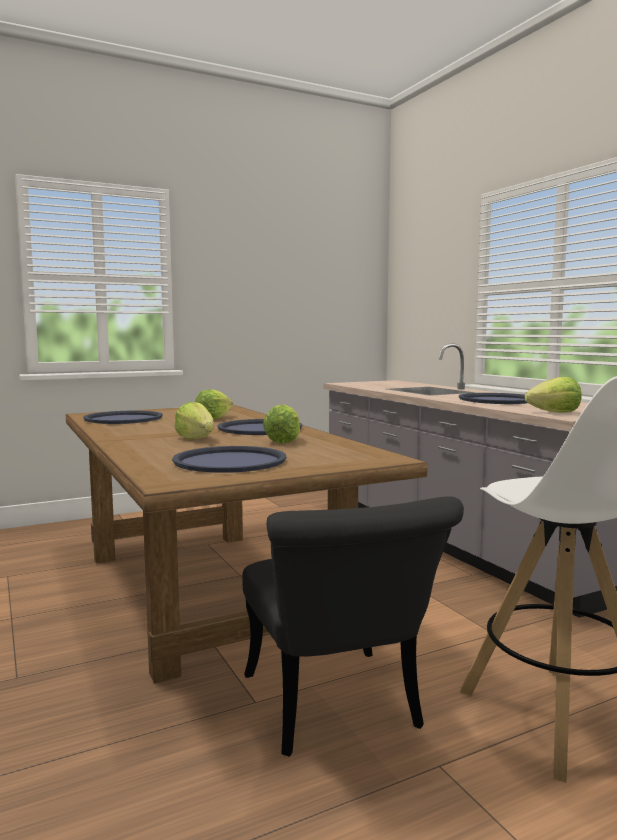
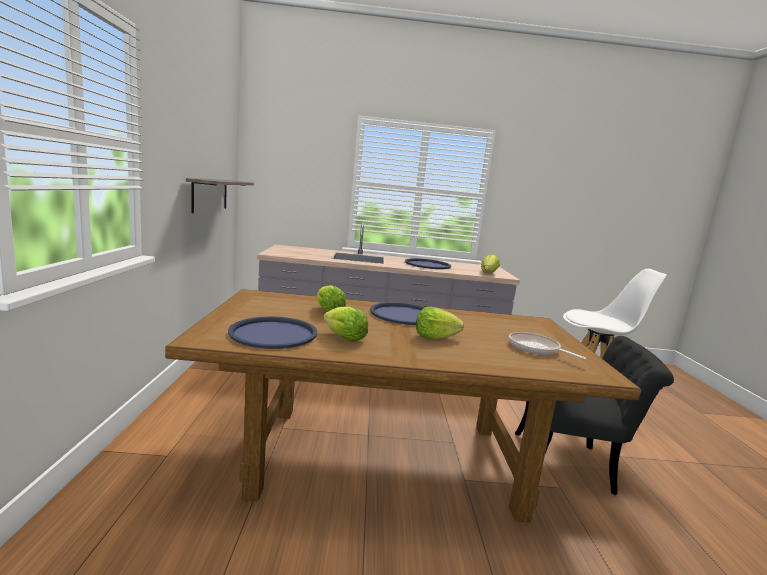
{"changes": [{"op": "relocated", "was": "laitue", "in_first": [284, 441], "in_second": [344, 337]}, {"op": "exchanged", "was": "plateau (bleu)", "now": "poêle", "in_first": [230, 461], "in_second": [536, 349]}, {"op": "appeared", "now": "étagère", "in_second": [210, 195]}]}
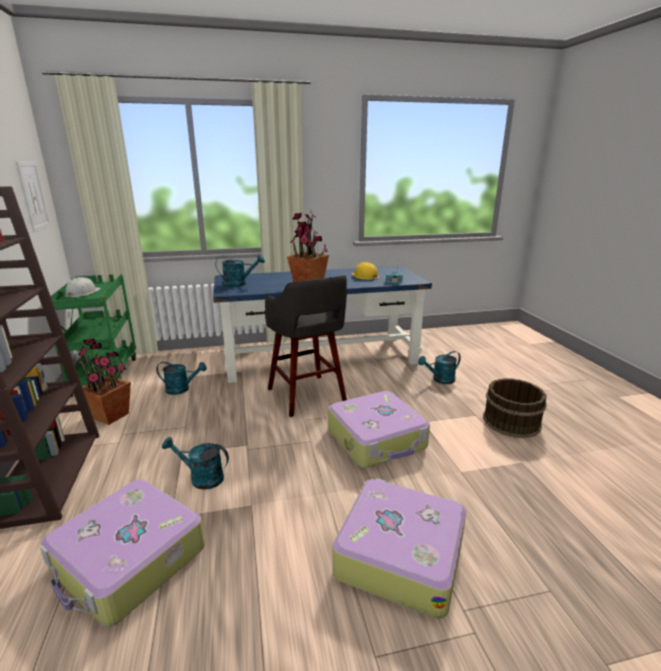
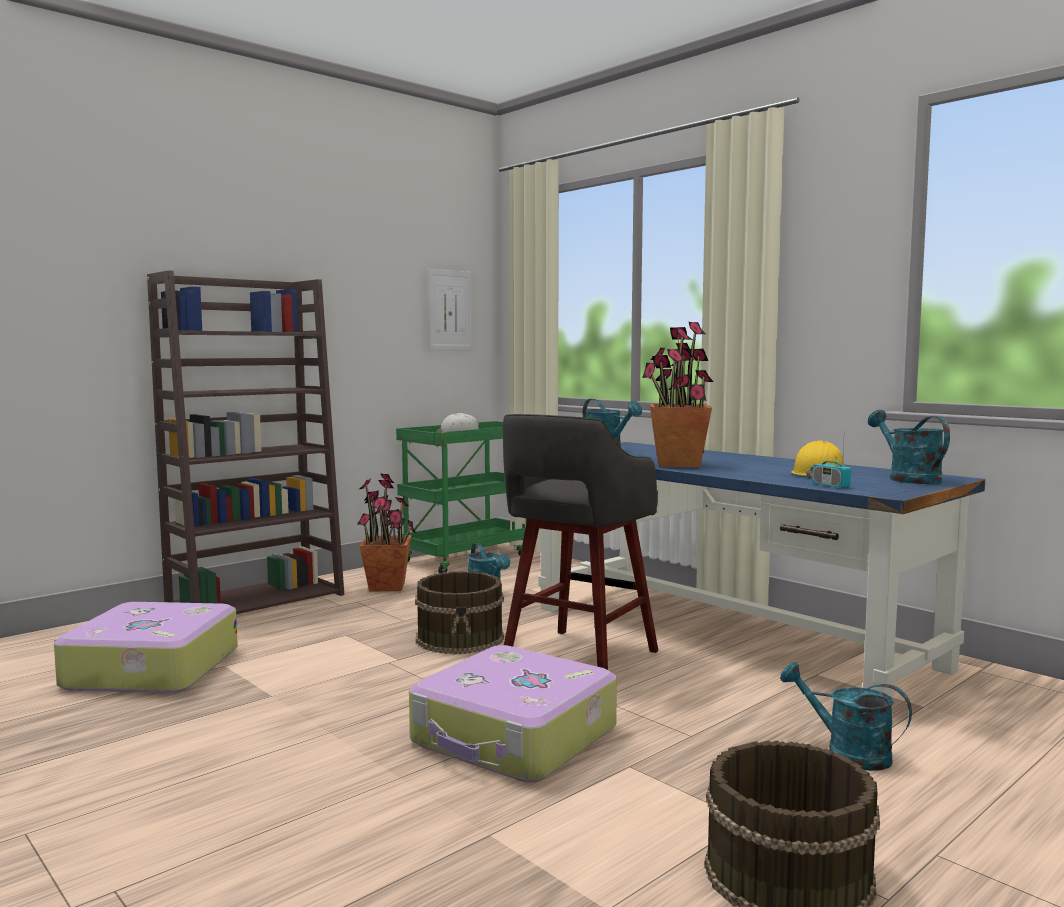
{"changes": [{"op": "relocated", "was": "arrosoir (turquoise)", "in_first": [201, 478], "in_second": [908, 478]}, {"op": "missing", "was": "valise", "in_first": [399, 553]}, {"op": "appeared", "now": "seau (marron)", "in_second": [461, 638]}]}
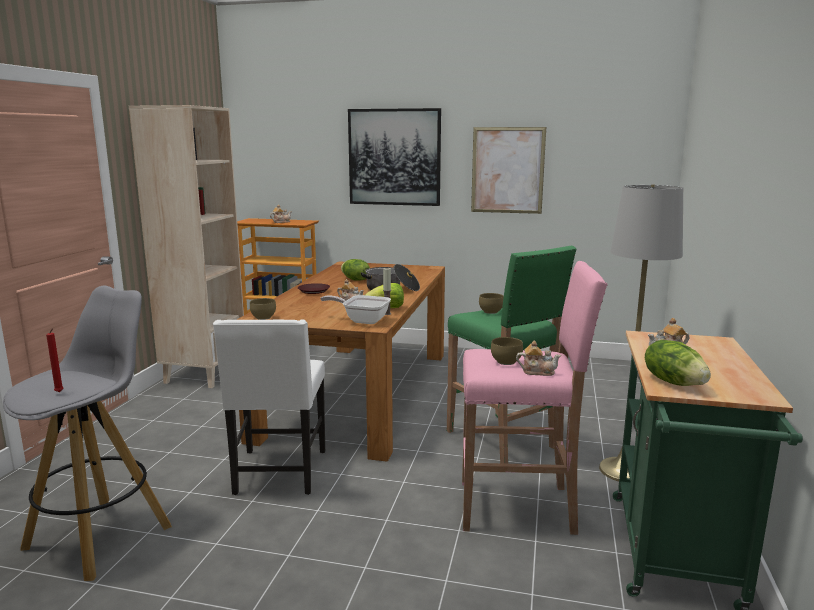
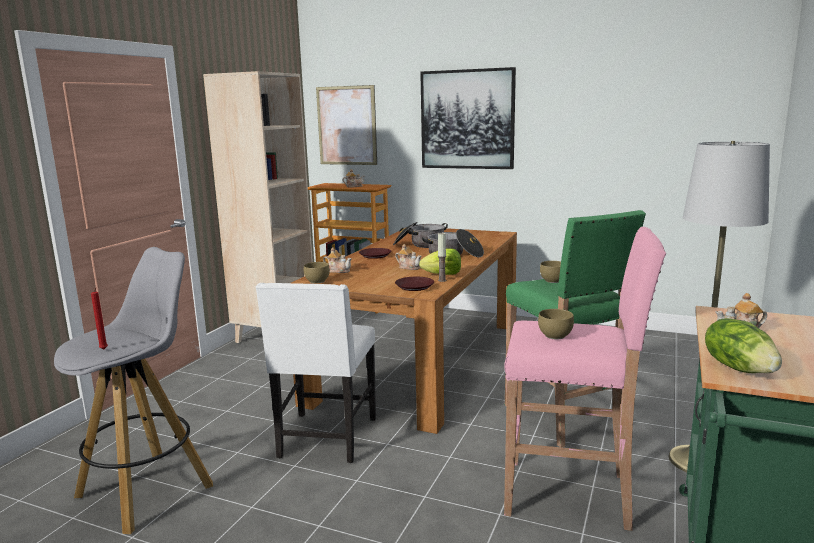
{"changes": [{"op": "relocated", "was": "tableau", "in_first": [507, 170], "in_second": [346, 125]}, {"op": "exchanged", "was": "laitue", "now": "marmite", "in_first": [355, 280], "in_second": [419, 245]}, {"op": "exchanged", "was": "poêle", "now": "assiette (marron)", "in_first": [362, 320], "in_second": [414, 286]}, {"op": "relocated", "was": "théière", "in_first": [537, 371], "in_second": [338, 271]}]}
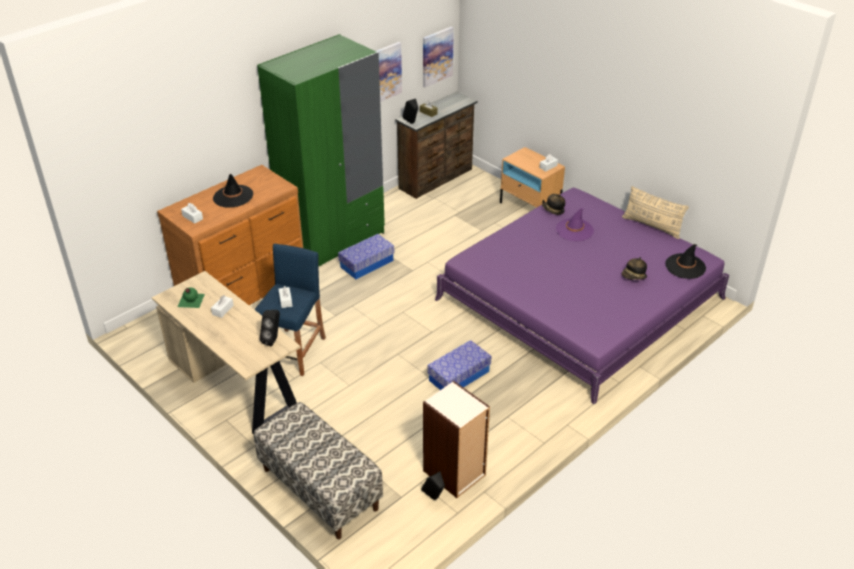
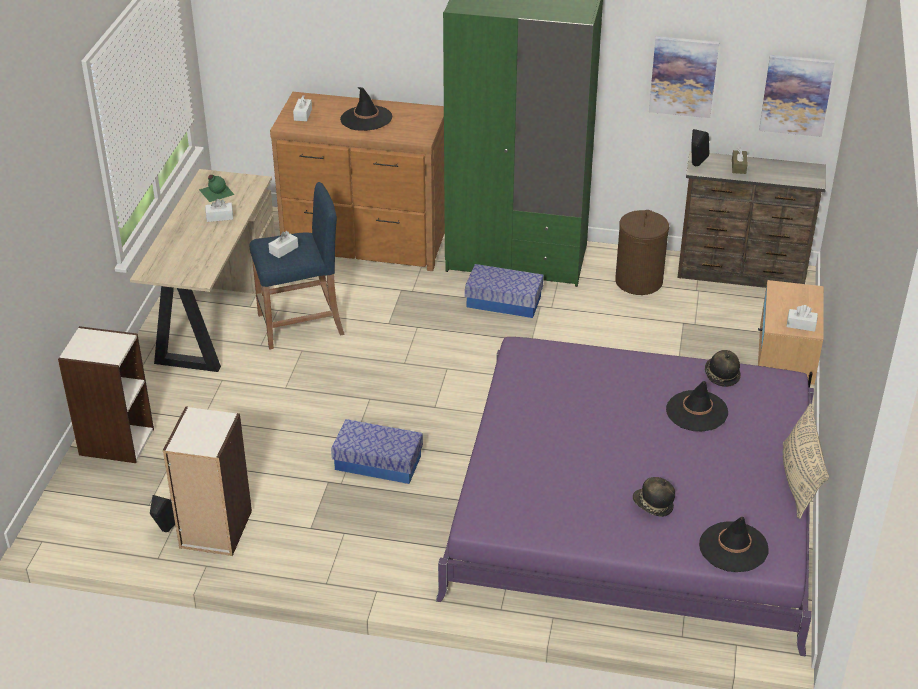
{"changes": [{"op": "colour", "was": "chapeau (violet)", "now": "chapeau (noir)", "in_first": [574, 230], "in_second": [696, 411]}, {"op": "missing", "was": "enceinte (noir)", "in_first": [273, 340]}, {"op": "exchanged", "was": "banc", "now": "bibliothèque", "in_first": [319, 489], "in_second": [115, 441]}, {"op": "appeared", "now": "panier à linge (marron)", "in_second": [638, 281]}]}
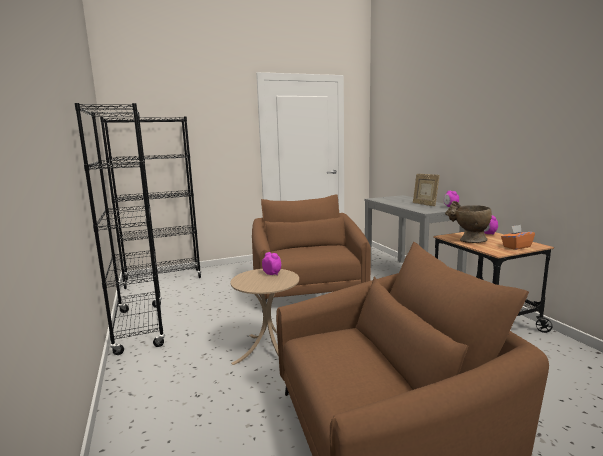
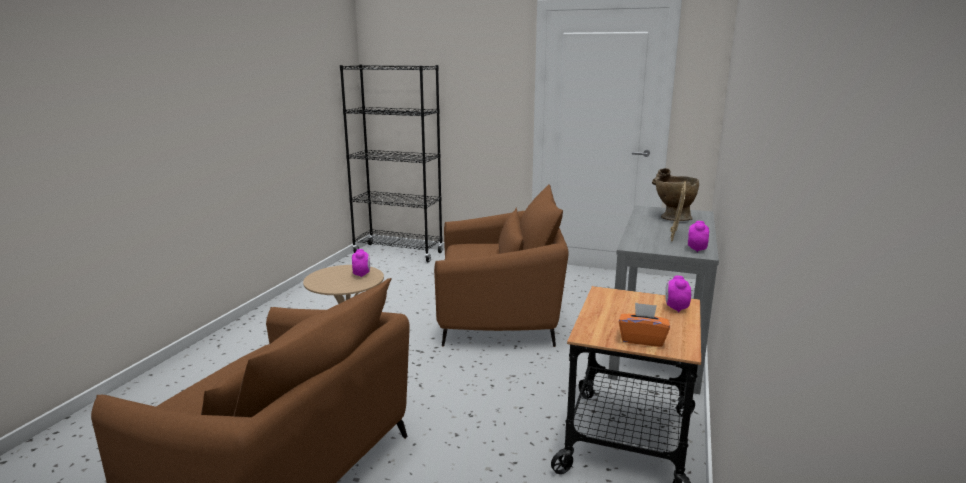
{"changes": [{"op": "missing", "was": "bibliothèque (noir)", "in_first": [140, 328]}, {"op": "spun", "was": "fauteuil (marron)", "in_first": [309, 290], "in_second": [499, 315], "clockwise": 60}, {"op": "relocated", "was": "vase (beige)", "in_first": [468, 241], "in_second": [671, 217]}]}
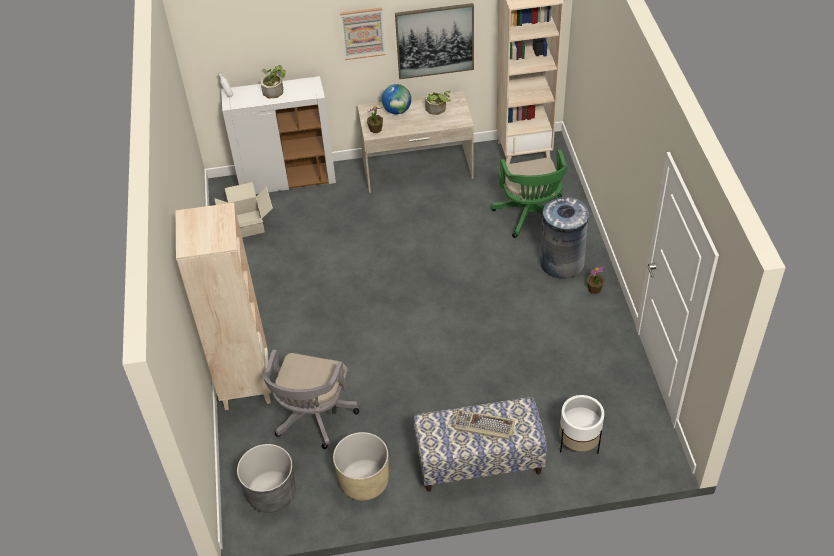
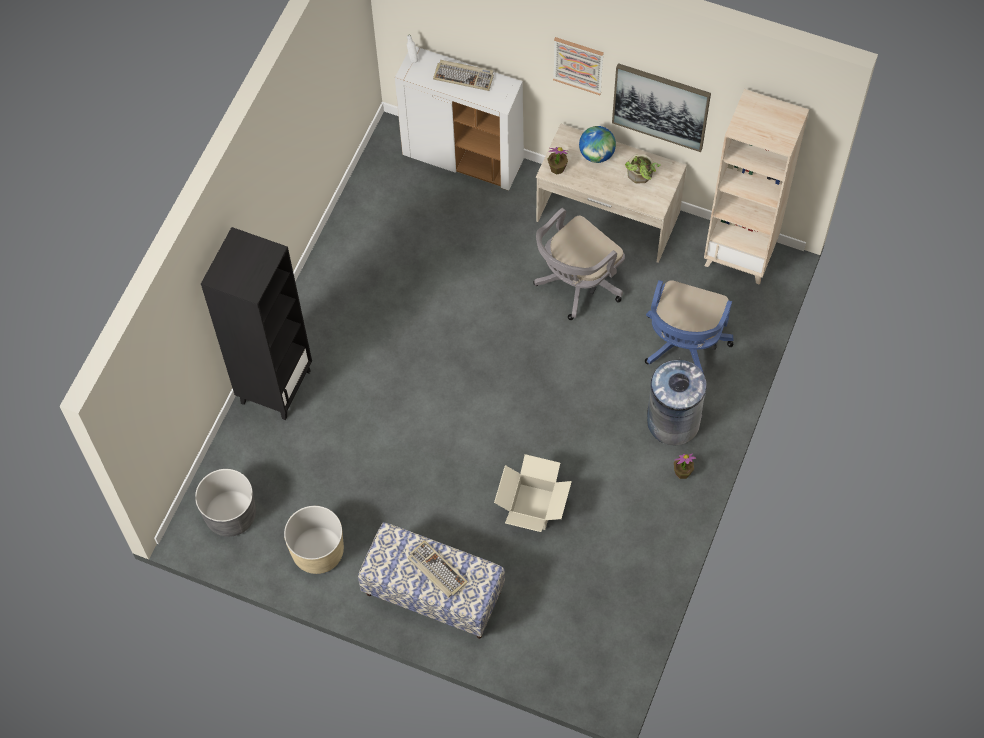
{"changes": [{"op": "exchanged", "was": "plante en pot", "now": "clavier", "in_first": [275, 90], "in_second": [464, 76]}, {"op": "colour", "was": "chaise de bureau (vert)", "now": "chaise de bureau (bleu)", "in_first": [531, 216], "in_second": [683, 346]}, {"op": "relocated", "was": "carton", "in_first": [248, 224], "in_second": [533, 506]}, {"op": "colour", "was": "bibliothèque (beige)", "now": "bibliothèque (noir)", "in_first": [245, 384], "in_second": [275, 386]}, {"op": "relocated", "was": "chaise de bureau (gris)", "in_first": [312, 418], "in_second": [576, 284]}, {"op": "missing", "was": "cache-pot (blanc)", "in_first": [579, 444]}]}
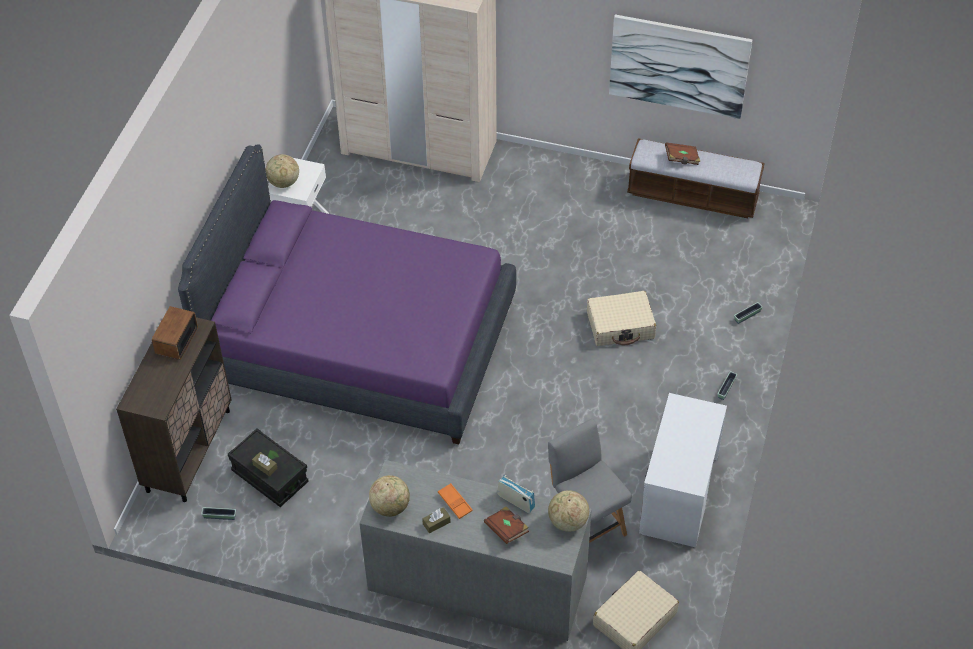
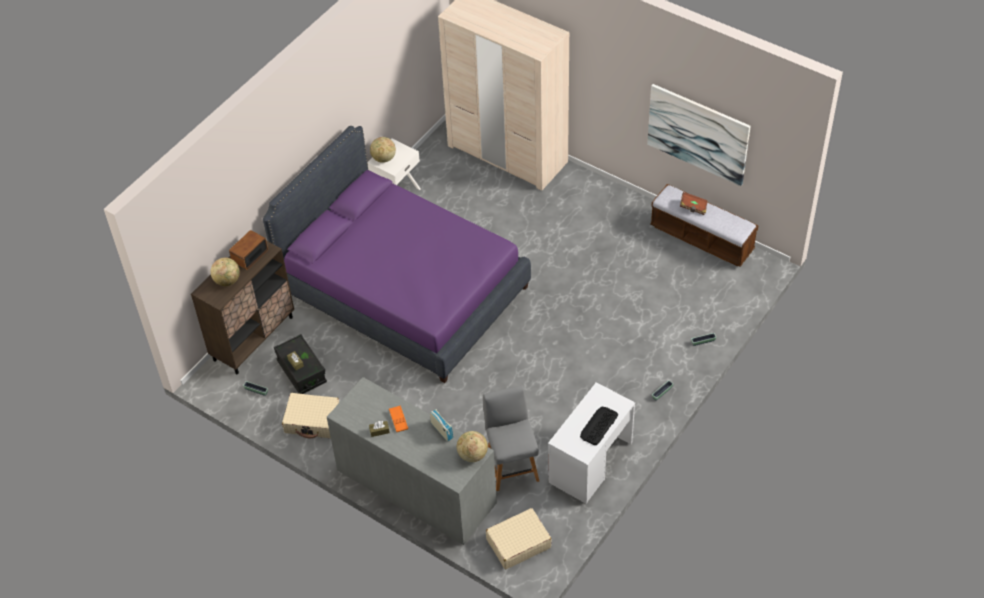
{"changes": [{"op": "relocated", "was": "valise (beige)", "in_first": [620, 325], "in_second": [312, 420]}, {"op": "relocated", "was": "globe", "in_first": [390, 506], "in_second": [227, 280]}, {"op": "missing", "was": "livre (marron)", "in_first": [507, 529]}, {"op": "appeared", "now": "clavier", "in_second": [598, 426]}]}
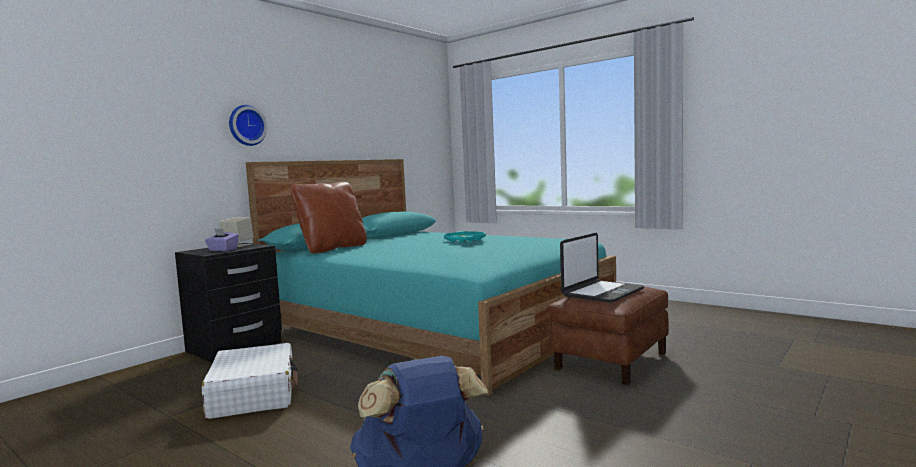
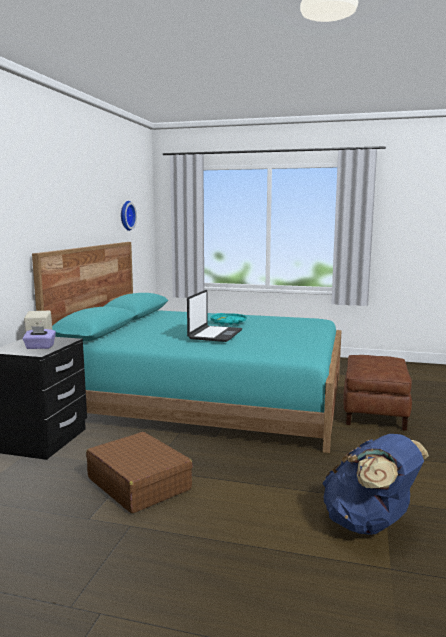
{"changes": [{"op": "relocated", "was": "horloge murale", "in_first": [246, 125], "in_second": [126, 215]}, {"op": "missing", "was": "coussin (marron)", "in_first": [332, 248]}, {"op": "relocated", "was": "ordinateur portable", "in_first": [602, 292], "in_second": [214, 334]}, {"op": "colour", "was": "valise (blanc)", "now": "valise (marron)", "in_first": [254, 394], "in_second": [139, 483]}]}
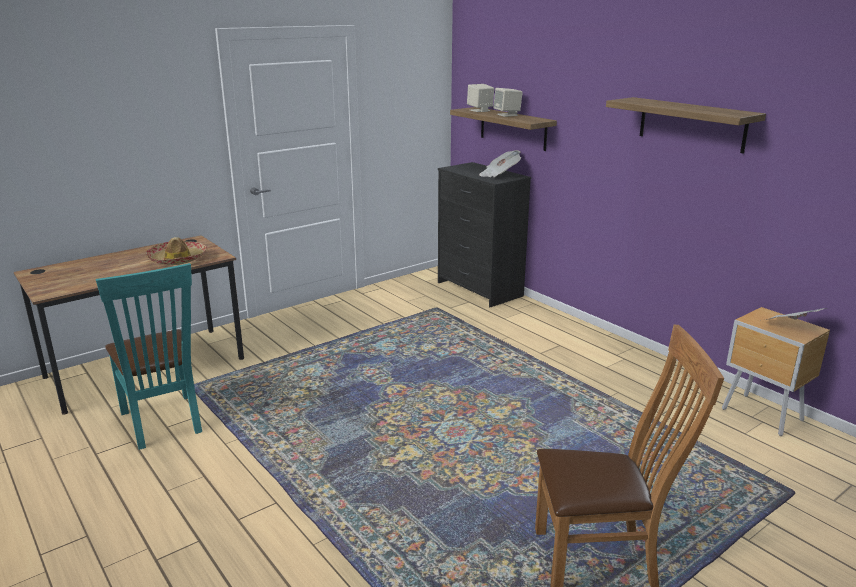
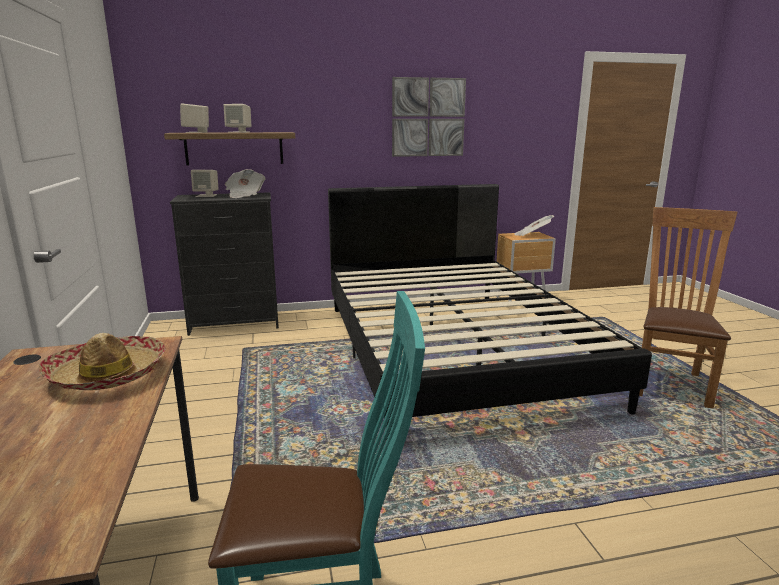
{"changes": [{"op": "exchanged", "was": "étagère", "now": "tableau", "in_first": [691, 124], "in_second": [428, 117]}, {"op": "appeared", "now": "enceinte (beige)", "in_second": [207, 195]}, {"op": "appeared", "now": "lit (noir)", "in_second": [453, 350]}]}
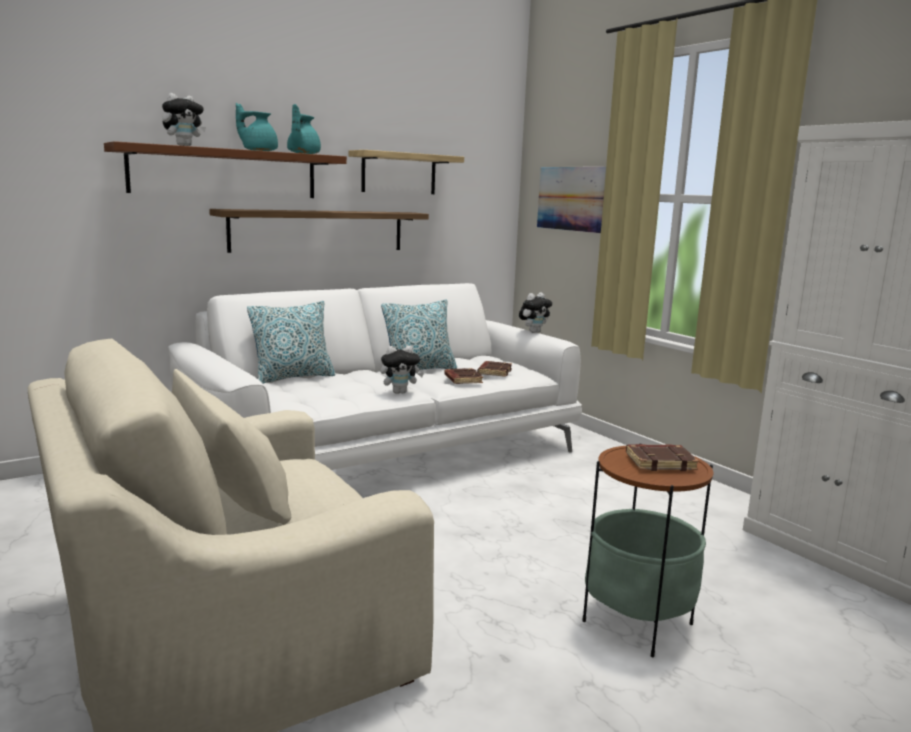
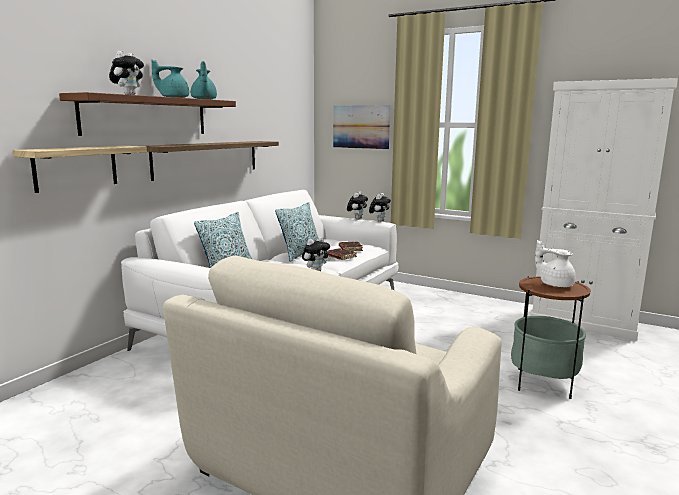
{"changes": [{"op": "relocated", "was": "étagère", "in_first": [399, 173], "in_second": [76, 167]}, {"op": "exchanged", "was": "livre (marron)", "now": "théière (blanc)", "in_first": [660, 462], "in_second": [555, 284]}, {"op": "appeared", "now": "peluche", "in_second": [379, 221]}]}
